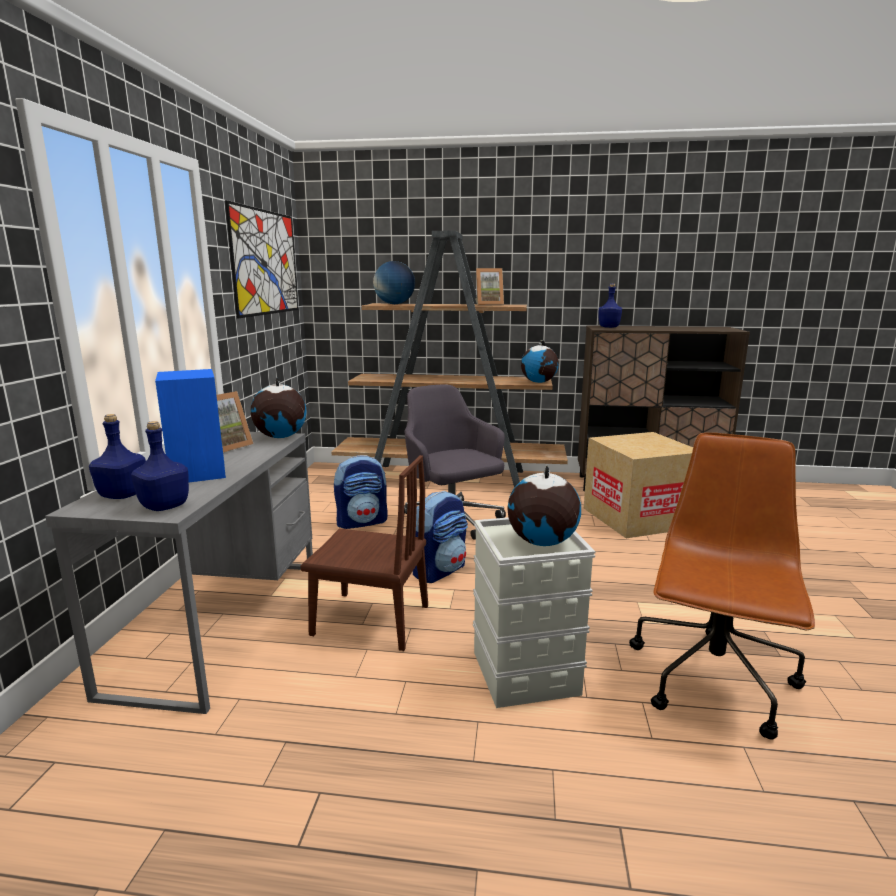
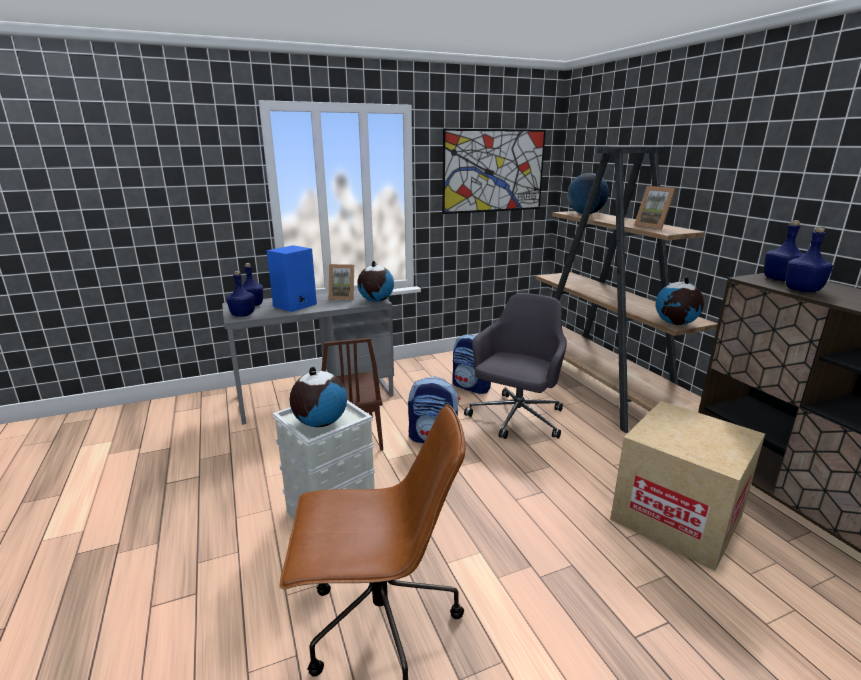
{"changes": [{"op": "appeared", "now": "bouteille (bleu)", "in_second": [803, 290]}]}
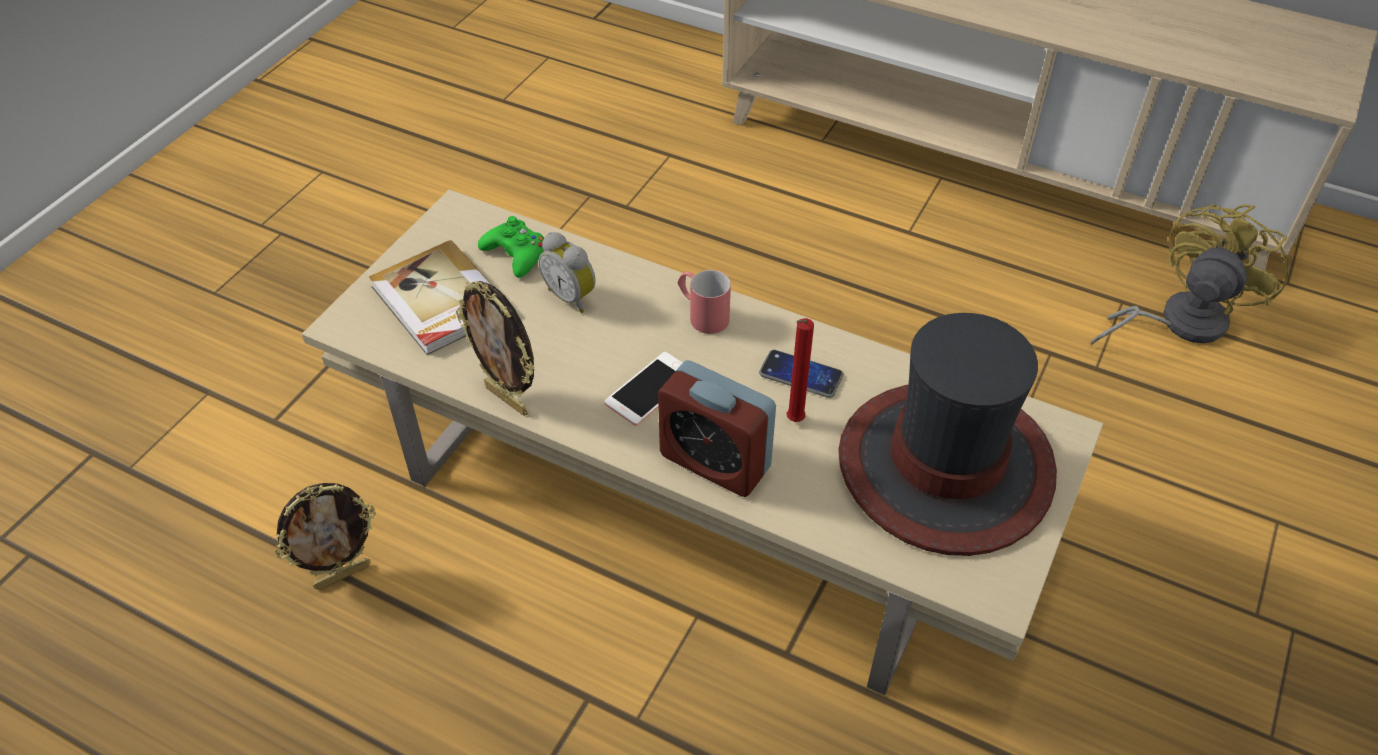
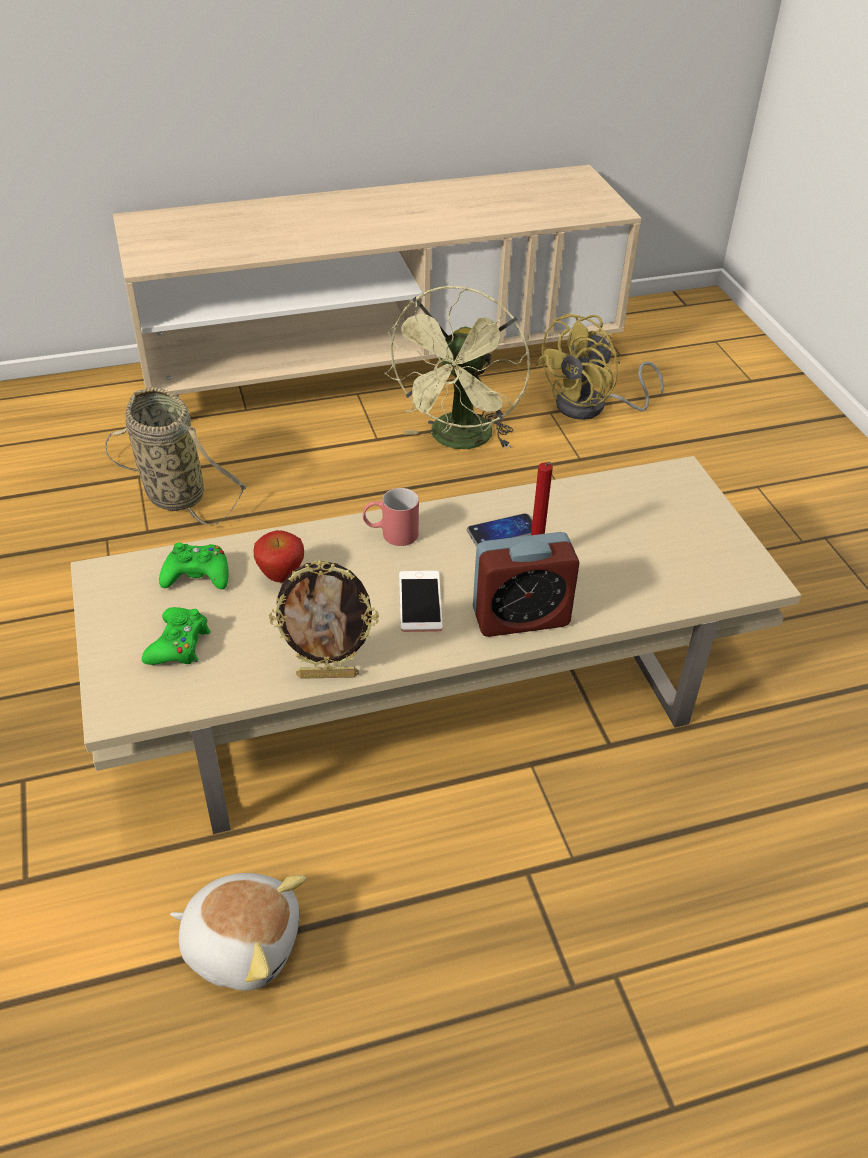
{"changes": [{"op": "spun", "was": "ventilateur (jaune)", "in_first": [1178, 322], "in_second": [591, 407], "clockwise": -135}, {"op": "exchanged", "was": "réveil", "now": "pomme", "in_first": [572, 296], "in_second": [281, 577]}, {"op": "exchanged", "was": "livre", "now": "manette (vert)", "in_first": [439, 302], "in_second": [179, 644]}, {"op": "missing", "was": "chapeau", "in_first": [945, 468]}, {"op": "exchanged", "was": "cadre photo", "now": "peluche", "in_first": [343, 574], "in_second": [242, 942]}, {"op": "appeared", "now": "ventilateur (vert)", "in_second": [459, 441]}, {"op": "appeared", "now": "panier", "in_second": [171, 493]}]}
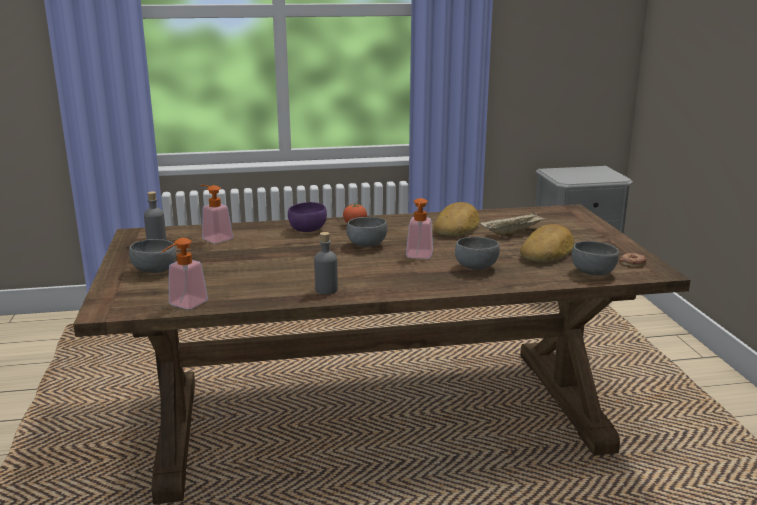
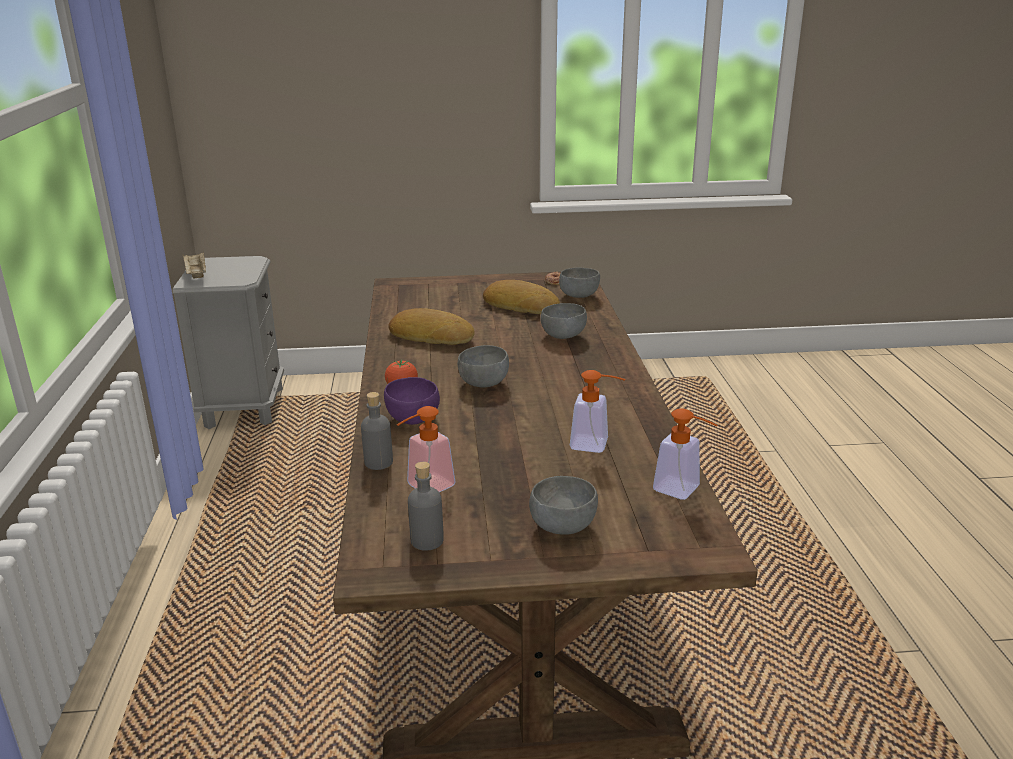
{"changes": [{"op": "relocated", "was": "distributeur de savon", "in_first": [418, 257], "in_second": [596, 445]}, {"op": "relocated", "was": "plateau (beige)", "in_first": [513, 233], "in_second": [196, 274]}, {"op": "relocated", "was": "bouteille (gris)", "in_first": [326, 290], "in_second": [378, 462]}]}
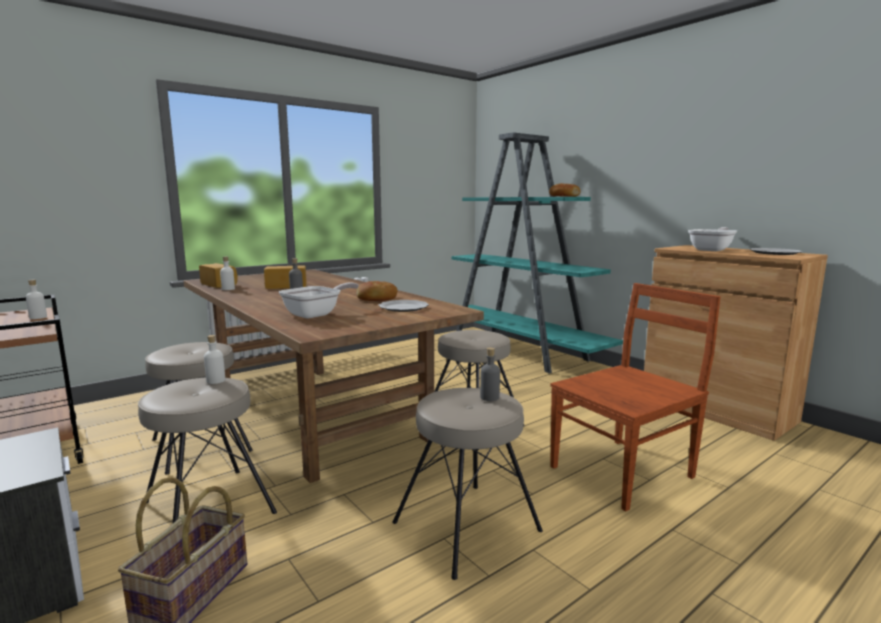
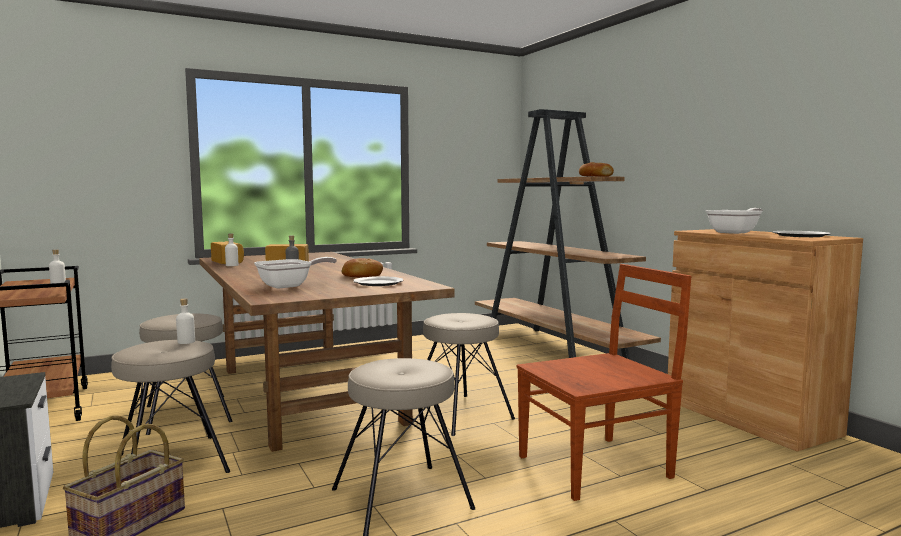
{"changes": [{"op": "colour", "was": "bibliothèque (turquoise)", "now": "bibliothèque (marron)", "in_first": [519, 351], "in_second": [554, 349]}, {"op": "missing", "was": "bouteille (gris)", "in_first": [489, 397]}]}
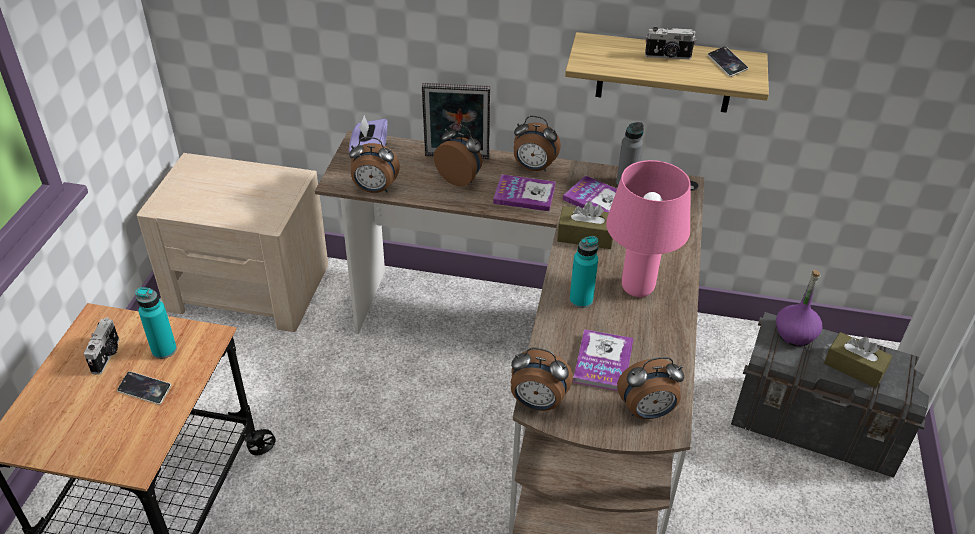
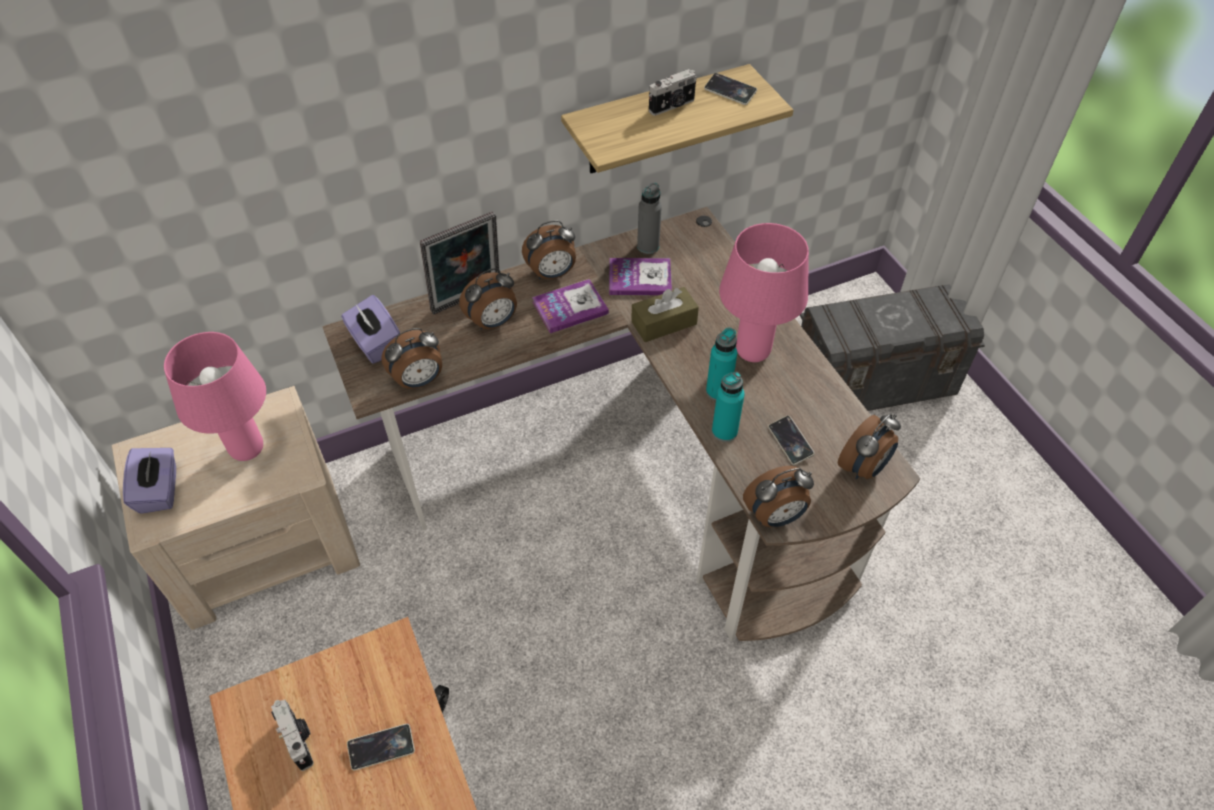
{"changes": [{"op": "spun", "was": "réveil", "in_first": [460, 179], "in_second": [493, 322], "clockwise": 150}, {"op": "missing", "was": "bouteille (violet)", "in_first": [795, 334]}, {"op": "relocated", "was": "bouteille (turquoise)", "in_first": [164, 350], "in_second": [724, 431]}, {"op": "exchanged", "was": "livre", "now": "téléphone", "in_first": [603, 362], "in_second": [790, 442]}, {"op": "missing", "was": "boîte à mouchoirs (marron)", "in_first": [854, 367]}, {"op": "appeared", "now": "lampe de table (rose)", "in_second": [248, 449]}, {"op": "appeared", "now": "boîte à mouchoirs (violet)", "in_second": [160, 490]}]}
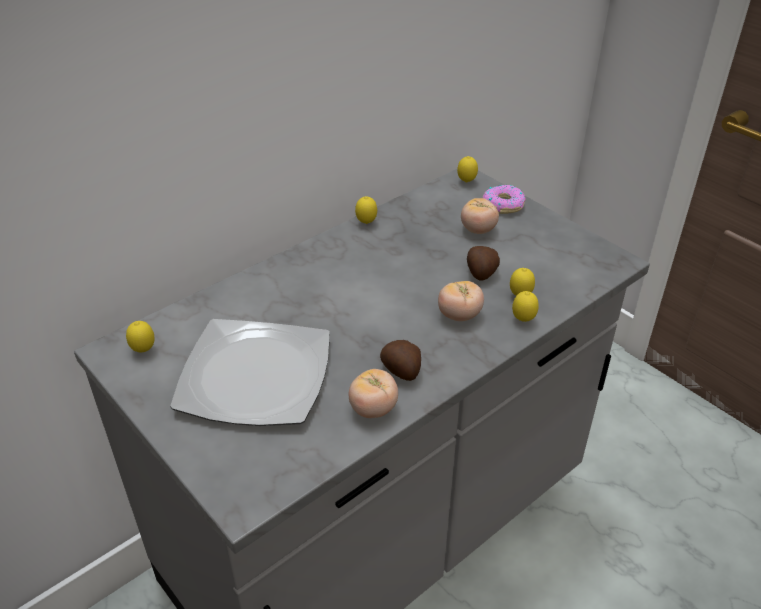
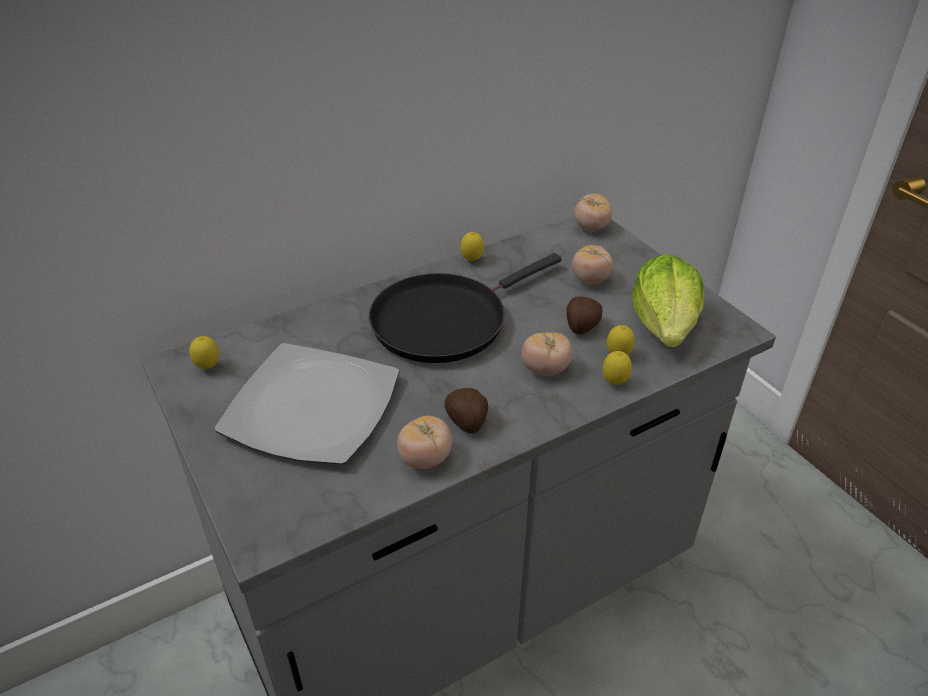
{"changes": [{"op": "exchanged", "was": "citron", "now": "tomate", "in_first": [466, 182], "in_second": [591, 227]}, {"op": "missing", "was": "beignet", "in_first": [503, 205]}, {"op": "appeared", "now": "poêle (noir)", "in_second": [445, 320]}, {"op": "appeared", "now": "laitue", "in_second": [665, 326]}]}
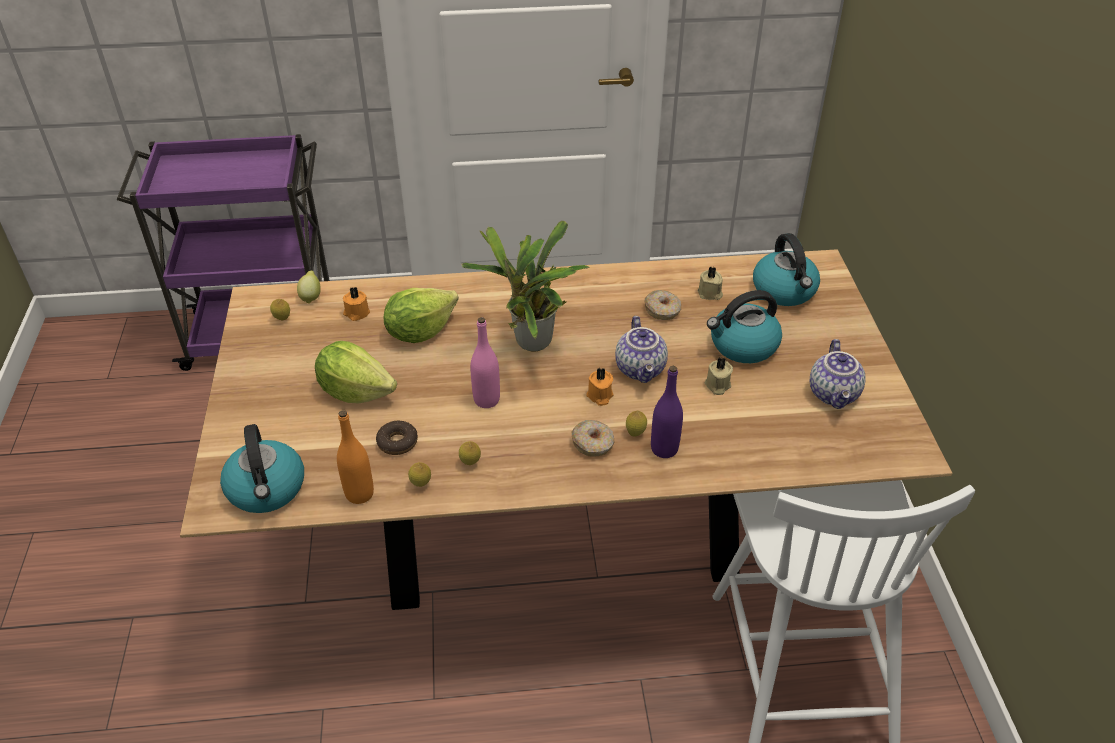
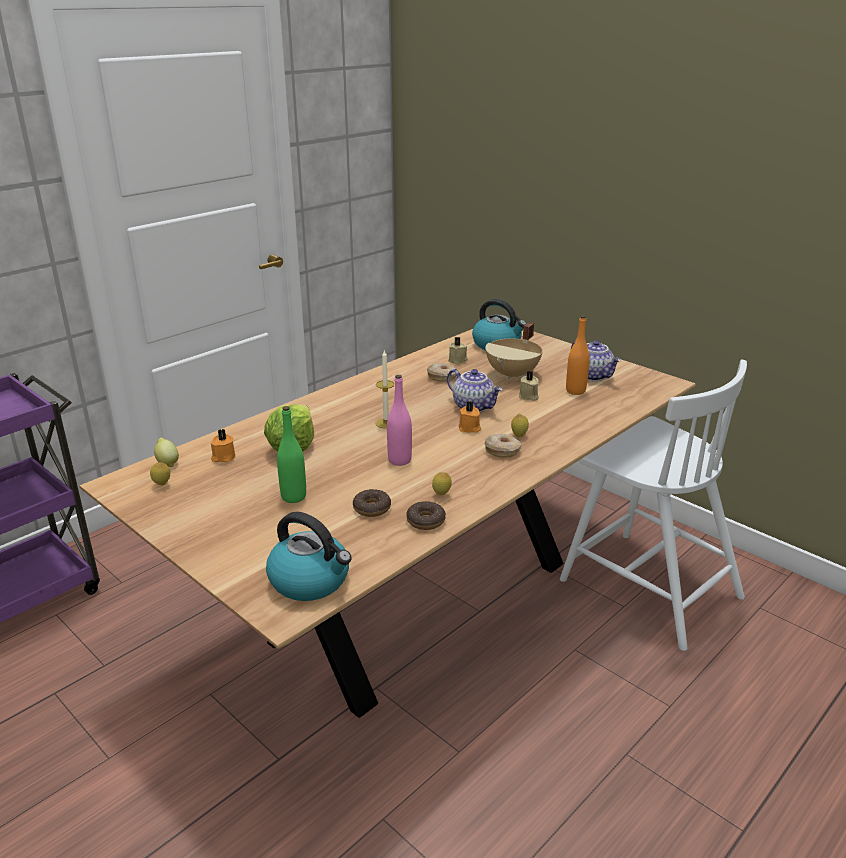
{"changes": [{"op": "exchanged", "was": "plante en pot", "now": "bougie", "in_first": [531, 345], "in_second": [386, 423]}, {"op": "exchanged", "was": "bouilloire", "now": "marmite (beige)", "in_first": [742, 345], "in_second": [513, 375]}, {"op": "exchanged", "was": "laitue", "now": "bouteille (vert)", "in_first": [355, 391], "in_second": [293, 497]}, {"op": "missing", "was": "bouteille (violet)", "in_first": [664, 449]}, {"op": "relocated", "was": "bouteille (orange)", "in_first": [359, 494], "in_second": [575, 391]}, {"op": "exchanged", "was": "citron", "now": "beignet", "in_first": [421, 485], "in_second": [425, 521]}]}
